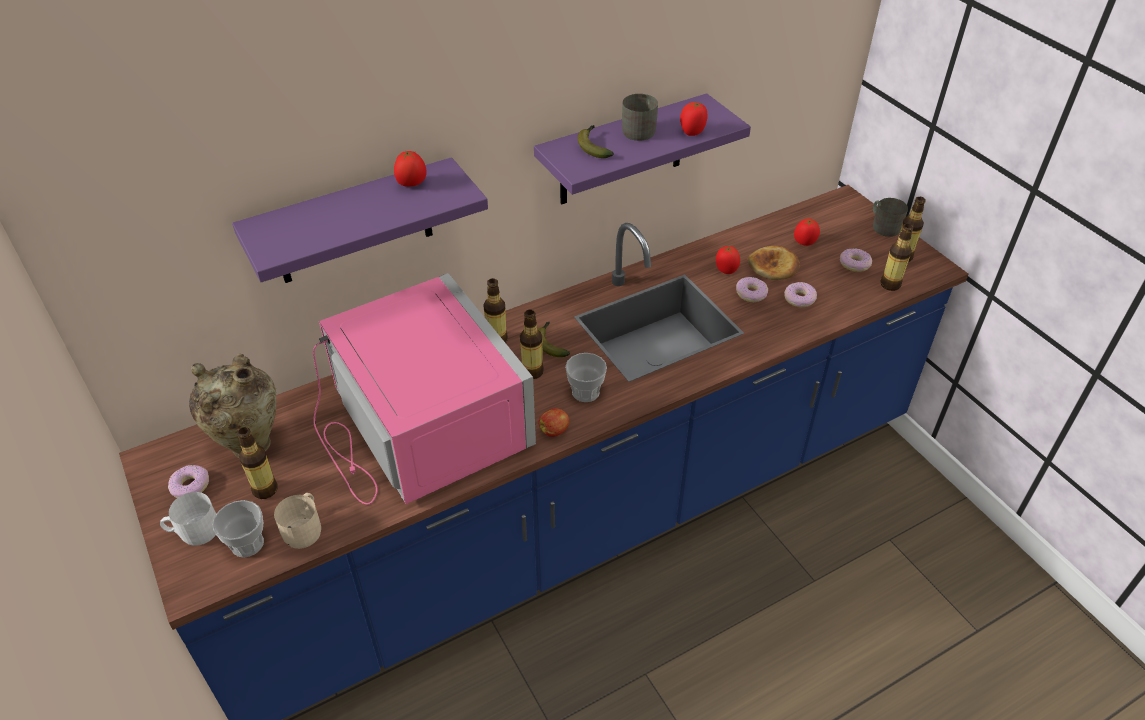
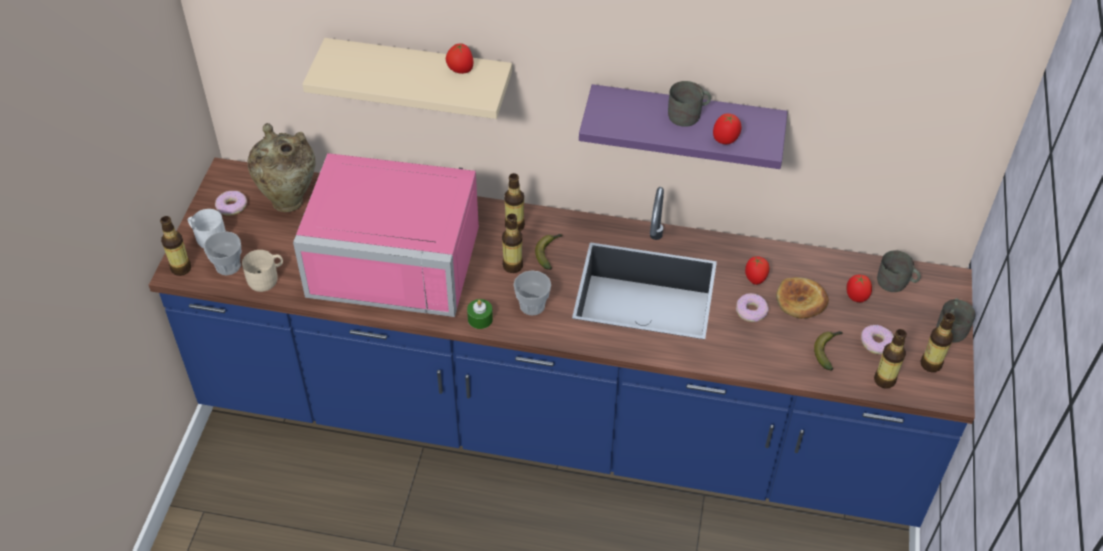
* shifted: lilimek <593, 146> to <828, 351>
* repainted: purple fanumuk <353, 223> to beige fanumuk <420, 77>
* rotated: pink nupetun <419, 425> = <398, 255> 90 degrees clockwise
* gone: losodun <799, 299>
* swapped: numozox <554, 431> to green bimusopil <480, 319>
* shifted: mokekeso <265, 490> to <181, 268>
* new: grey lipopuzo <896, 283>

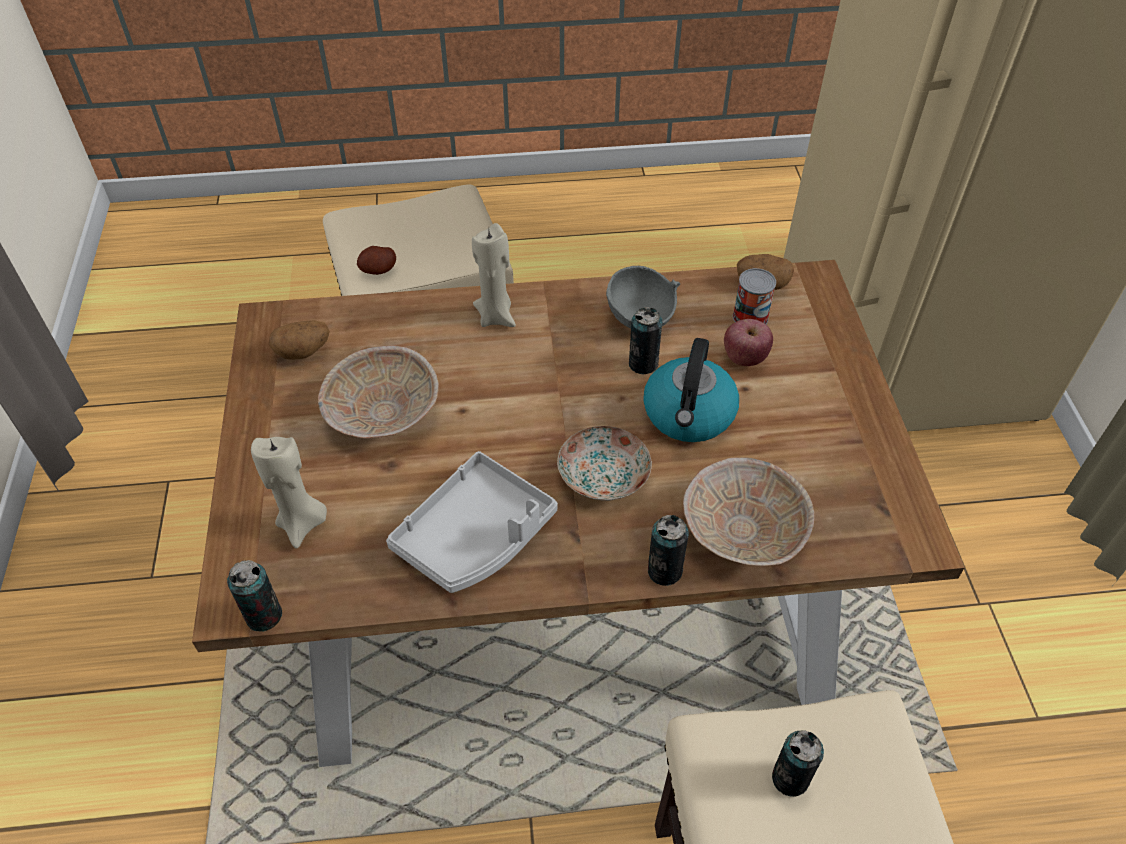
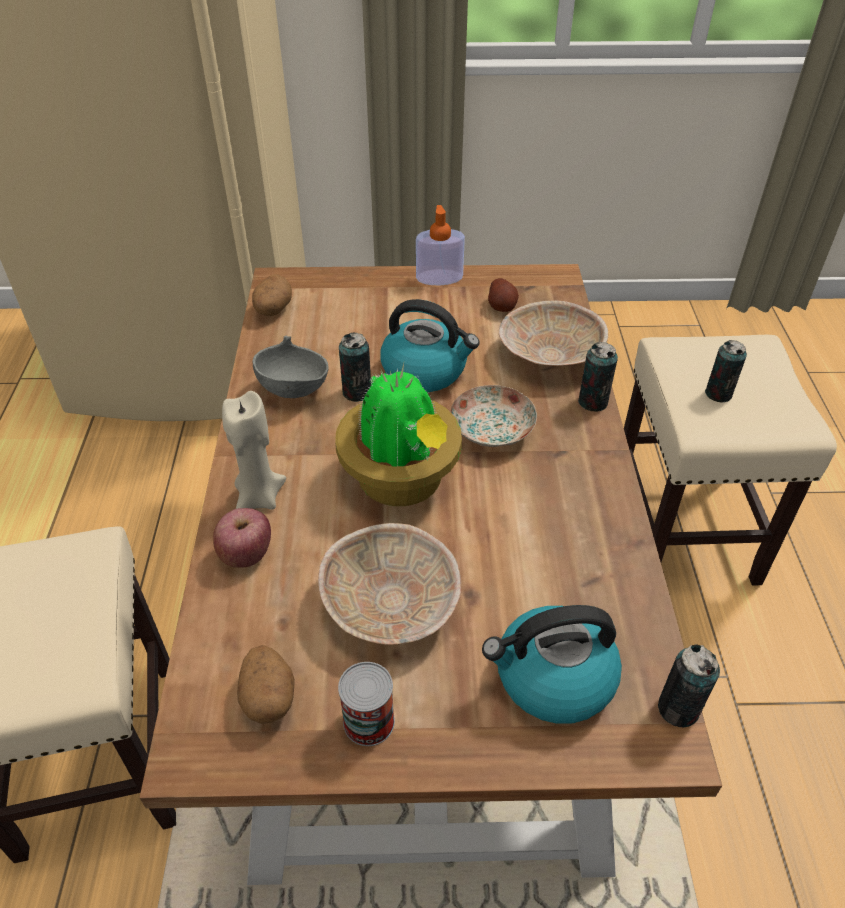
* shifted: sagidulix <378, 270> to <502, 306>
* shifted: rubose <750, 317> to <369, 721>
* shifted: numozox <744, 357> to <246, 554>
* swapped: beige bimusopil <302, 523> to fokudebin <552, 678>
* gone: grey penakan <476, 536>
* new: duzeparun <439, 277>
* new: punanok <402, 481>

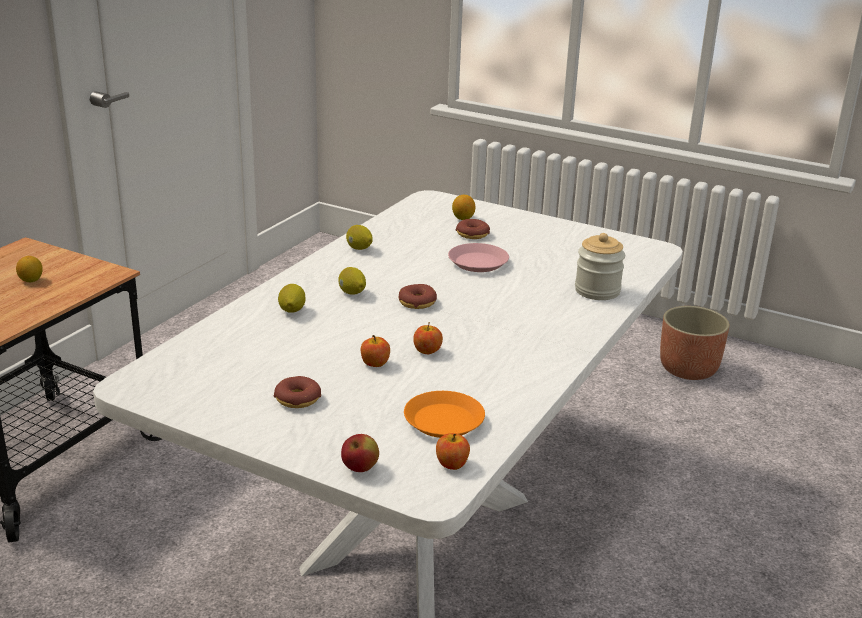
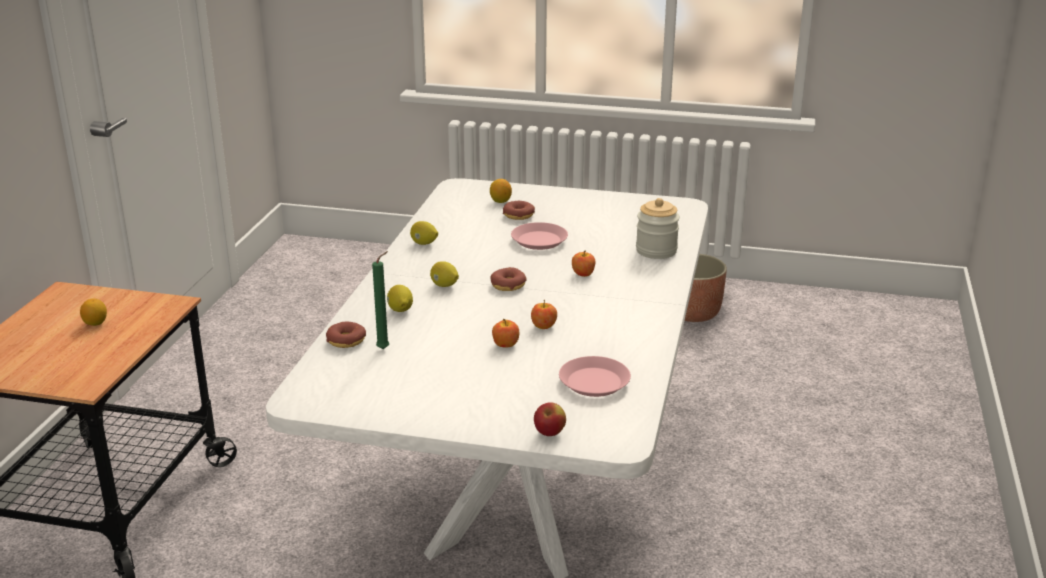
* shifted: losodun <297, 399> to <346, 341>
* repainted: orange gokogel <443, 421> to pink gokogel <594, 382>
* shifted: numozox <452, 464> to <583, 274>
* new: green bimusopil <385, 348>

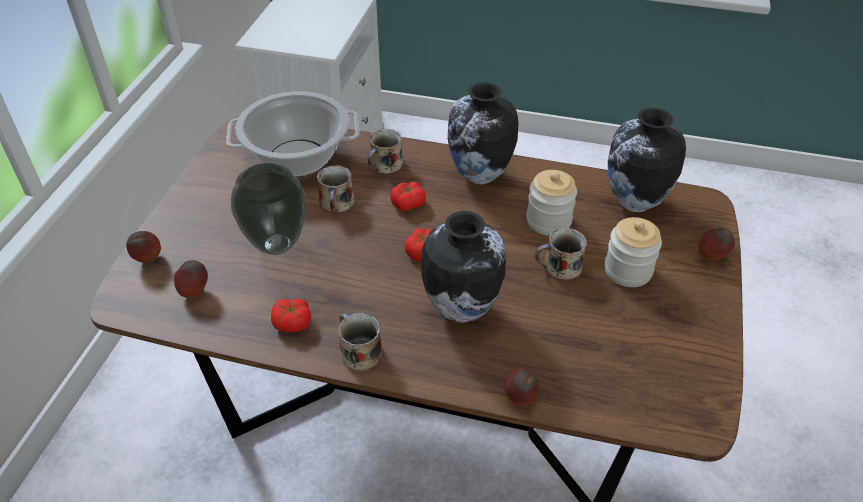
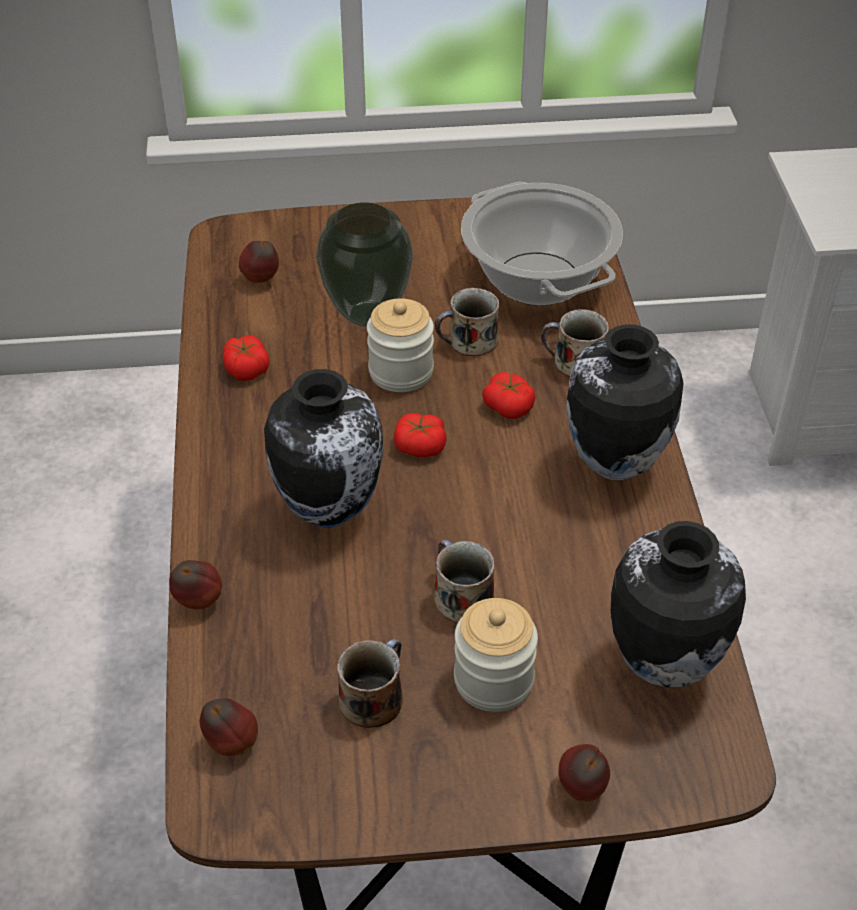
* shifted: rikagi <548, 221> to <401, 372>
* shifted: numozox <148, 259> to <231, 745>
* shifted: lipopuzo <359, 352> to <372, 698>

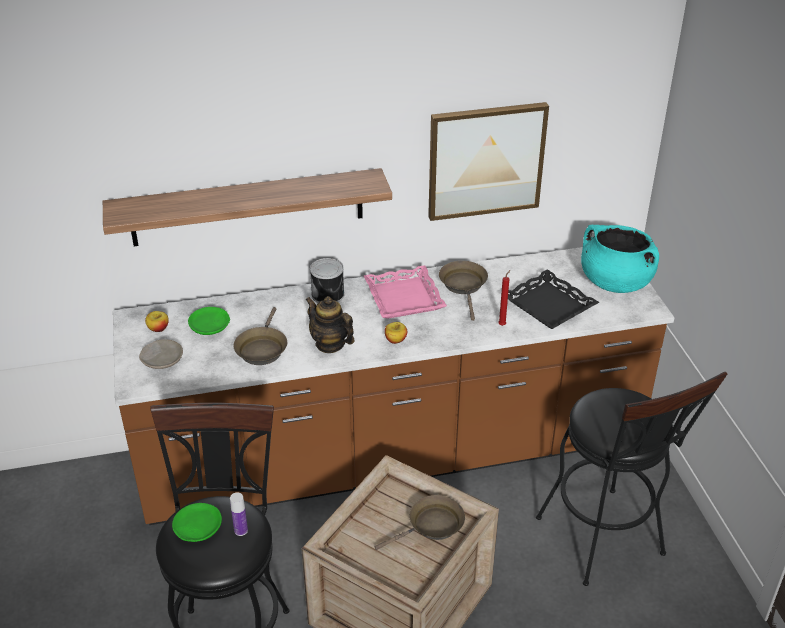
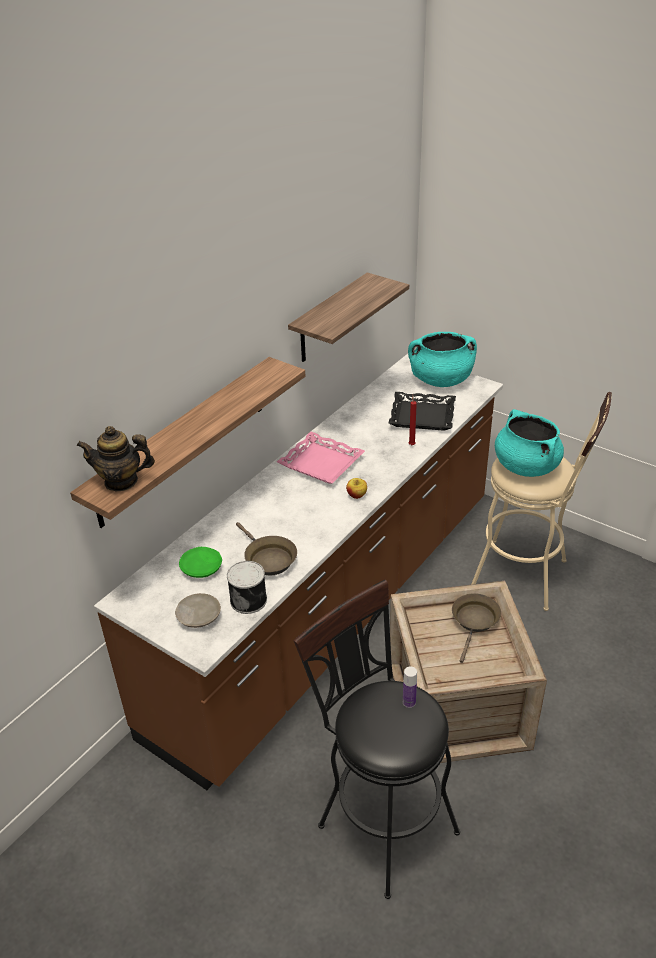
* swapped: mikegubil <485, 160> to fanumuk <329, 319>
* shifted: rubose <328, 294> to <249, 599>
* gone: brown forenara <464, 286>
* shifted: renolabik <330, 344> to <121, 481>
* gone: numozox <158, 329>
* repainted: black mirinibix <606, 543> to beige mirinibix <528, 576>
* gone: green gokogel <197, 528>
* new: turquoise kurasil <525, 466>

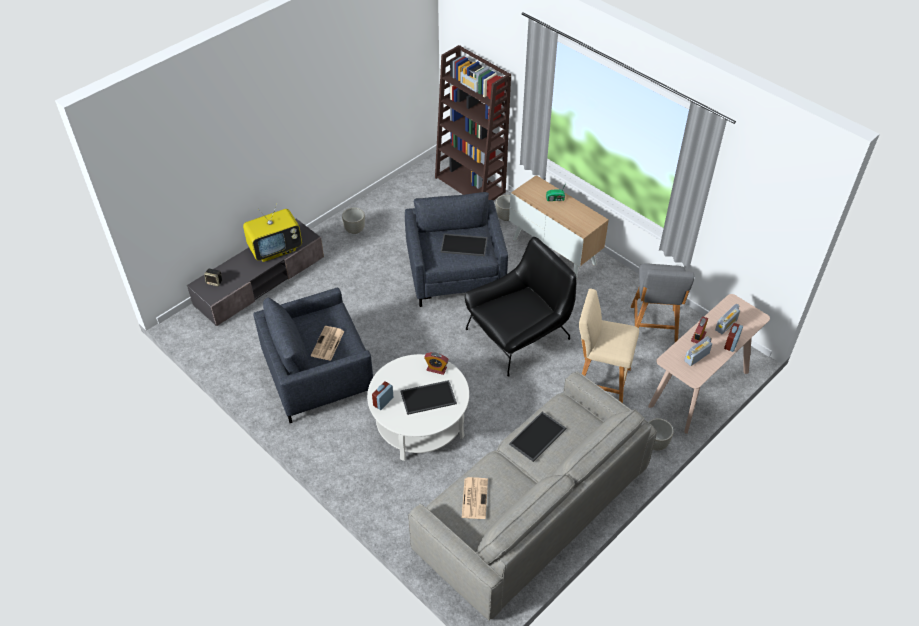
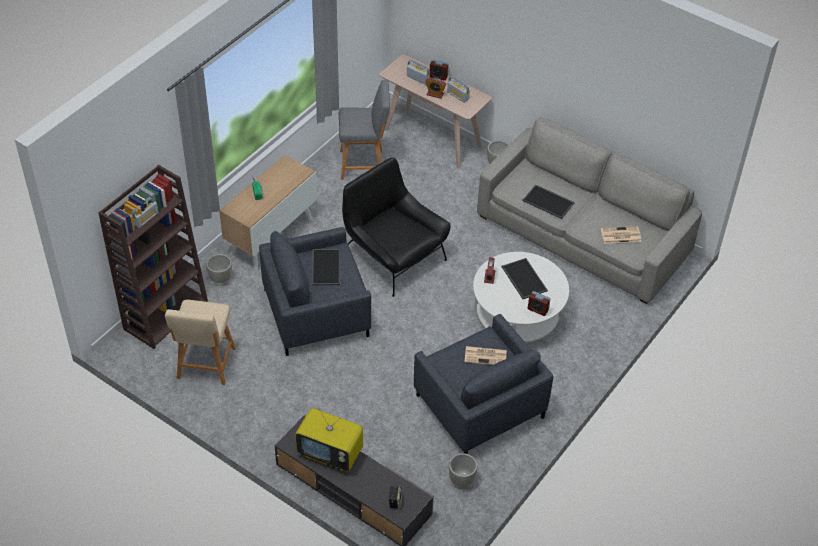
* rotated: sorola <276, 249> = <331, 453> 150 degrees clockwise
* shifted: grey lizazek <355, 230> to <461, 479>
* shifted: beige mirinibix <599, 380> to <205, 366>

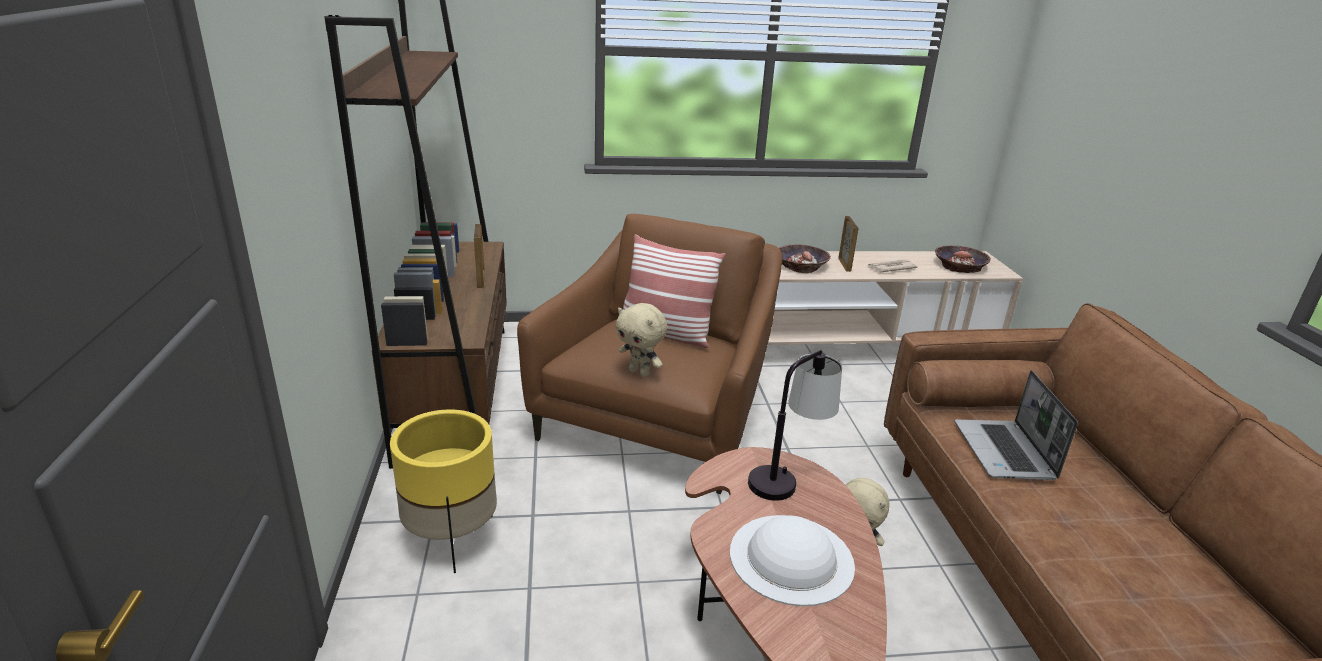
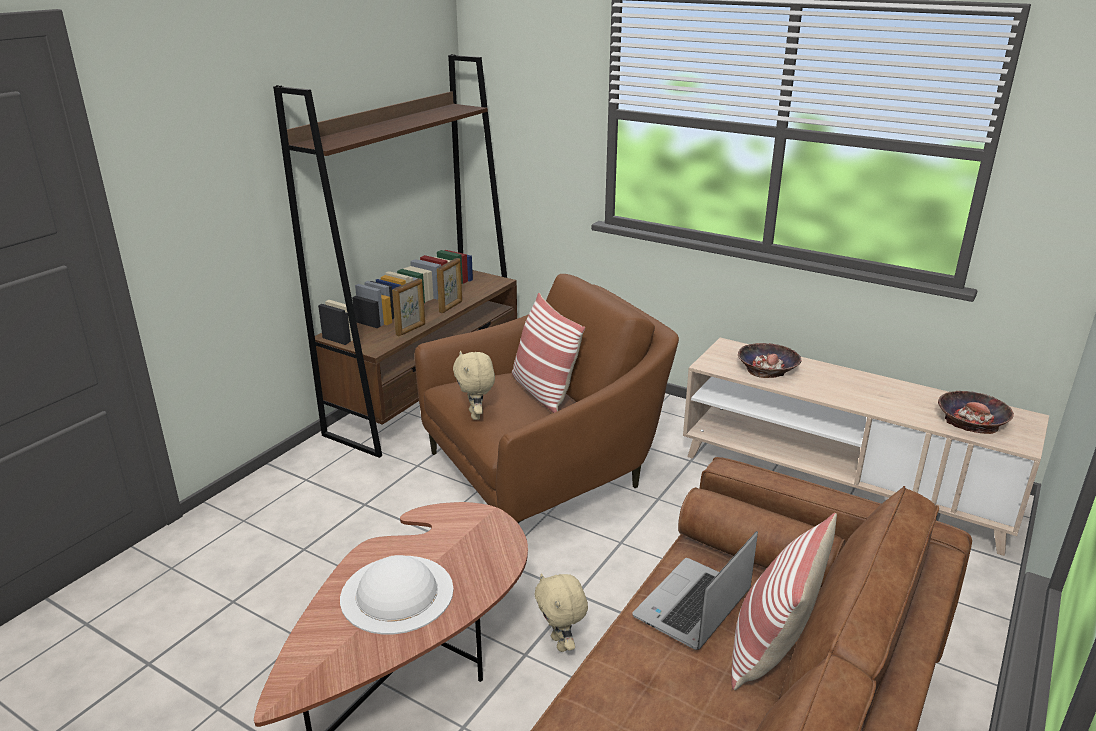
* shifted: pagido <844, 265> to <411, 330>
* gone: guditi <890, 268>
* gone: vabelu <786, 476>
* gone: yellow lizazek <452, 538>
* new: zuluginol <771, 648>

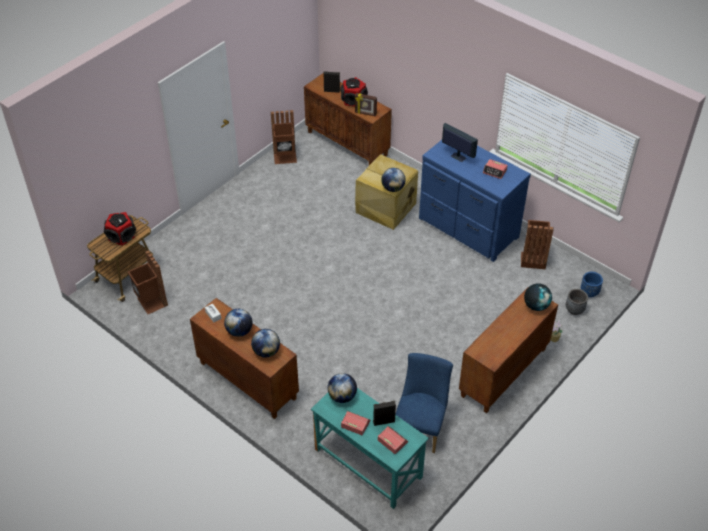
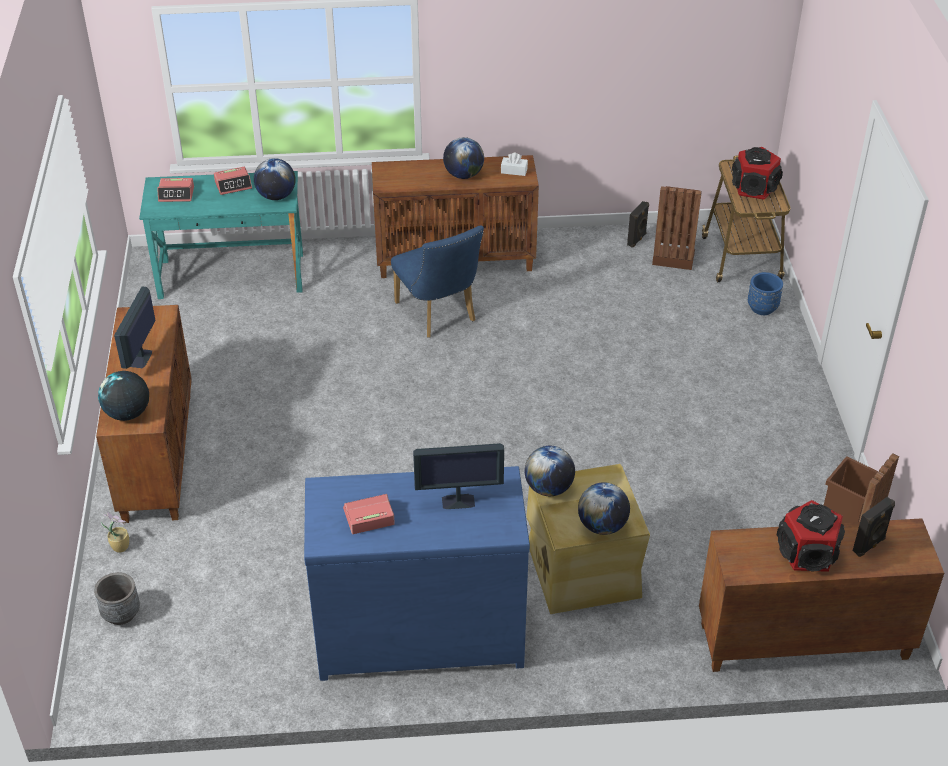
* gone: pagido <365, 113>
* gone: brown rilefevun <533, 259>
* shifted: blue lizazek <589, 292> to <762, 308>
* shifted: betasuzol <266, 351> to <602, 526>
* shifted: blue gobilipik <421, 426> to <438, 315>
* shifted: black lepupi <383, 421> to <637, 240>
* new: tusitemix <141, 359>

